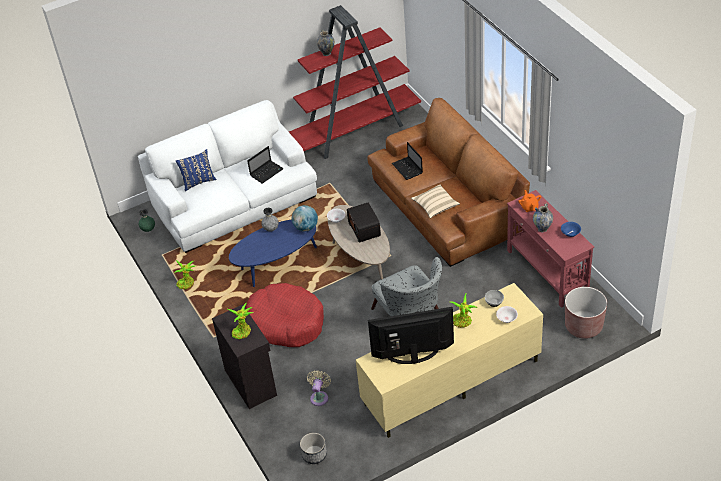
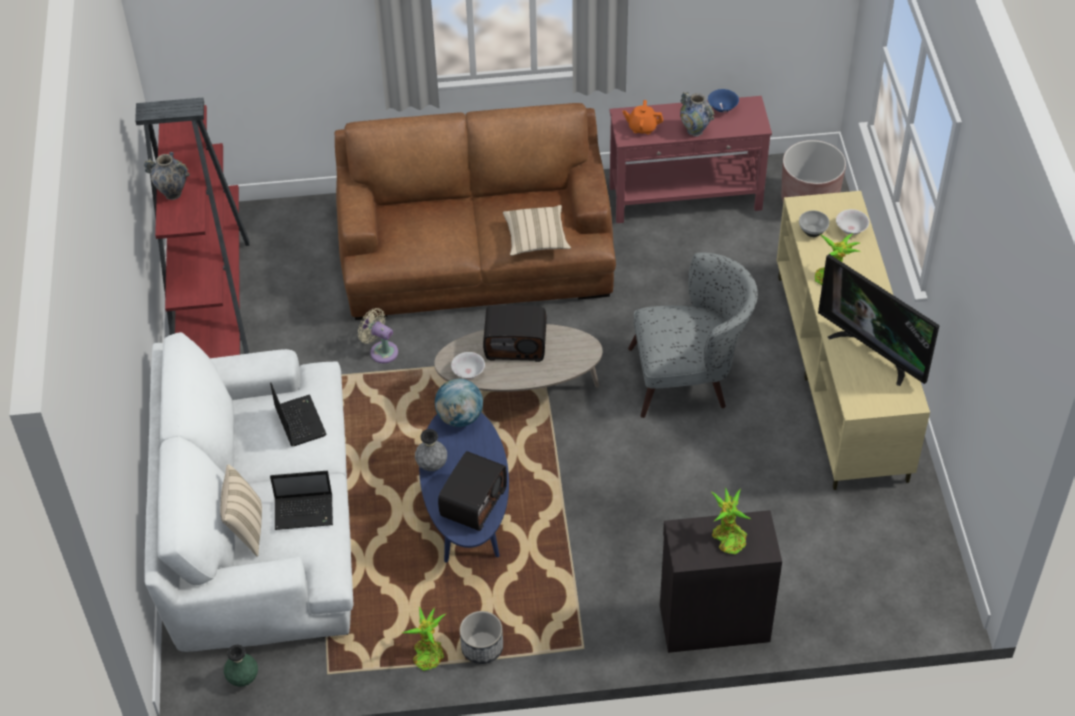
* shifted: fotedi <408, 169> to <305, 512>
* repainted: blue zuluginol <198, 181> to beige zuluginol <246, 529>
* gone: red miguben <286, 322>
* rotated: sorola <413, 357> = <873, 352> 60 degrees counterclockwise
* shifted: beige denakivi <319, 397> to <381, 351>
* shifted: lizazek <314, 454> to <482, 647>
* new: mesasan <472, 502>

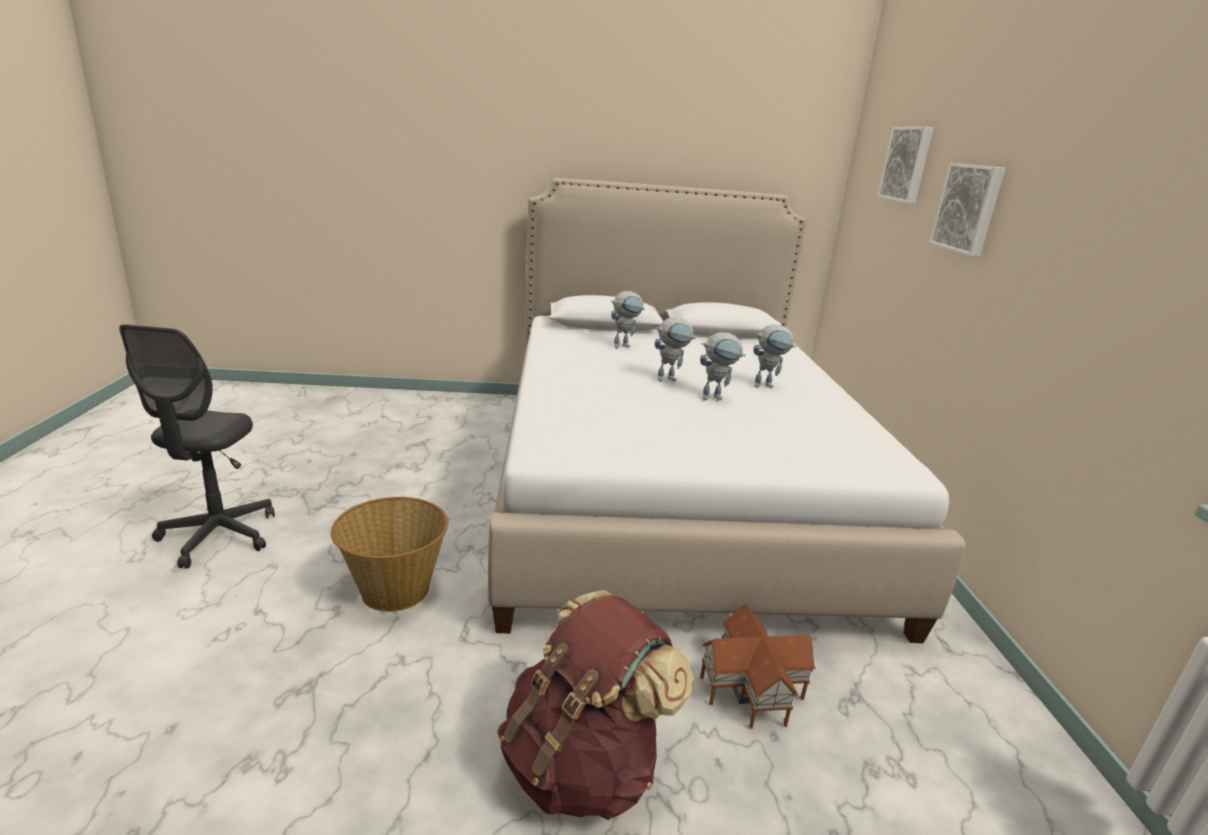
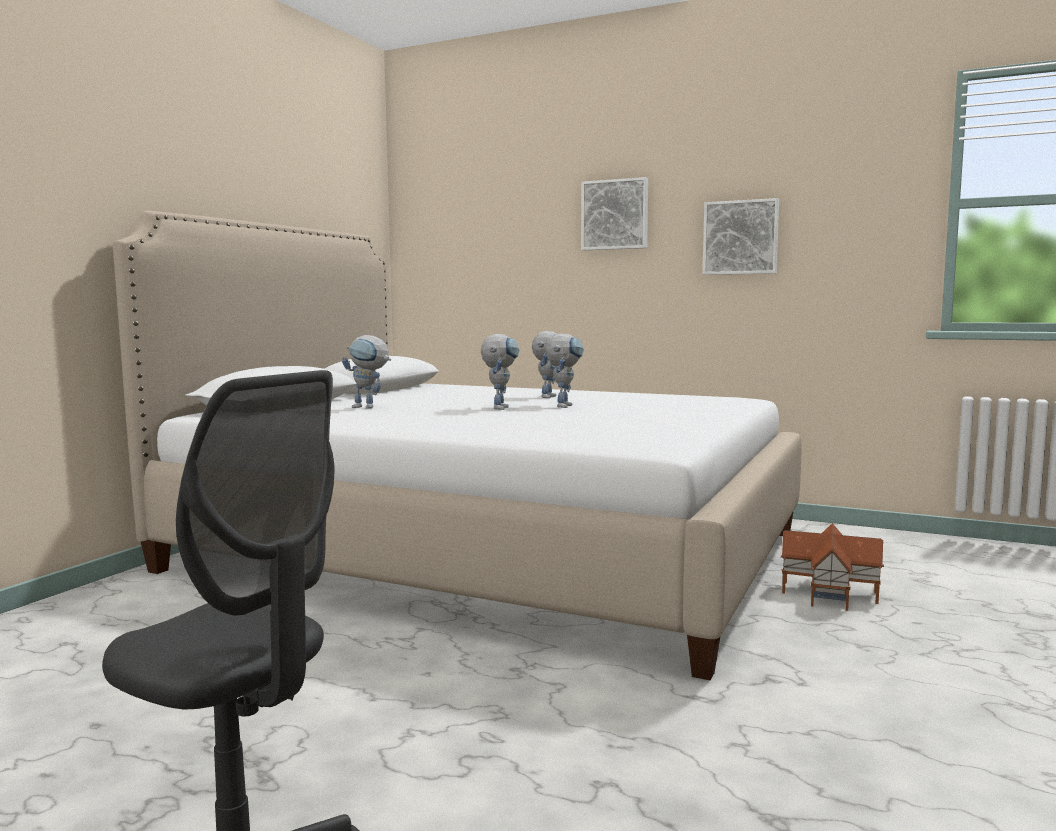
* shifted: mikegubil <907, 164> to <741, 237>
* rotated: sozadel <624, 346> = <369, 407> 105 degrees clockwise
* gone: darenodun <394, 589>
* gone: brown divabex <583, 765>

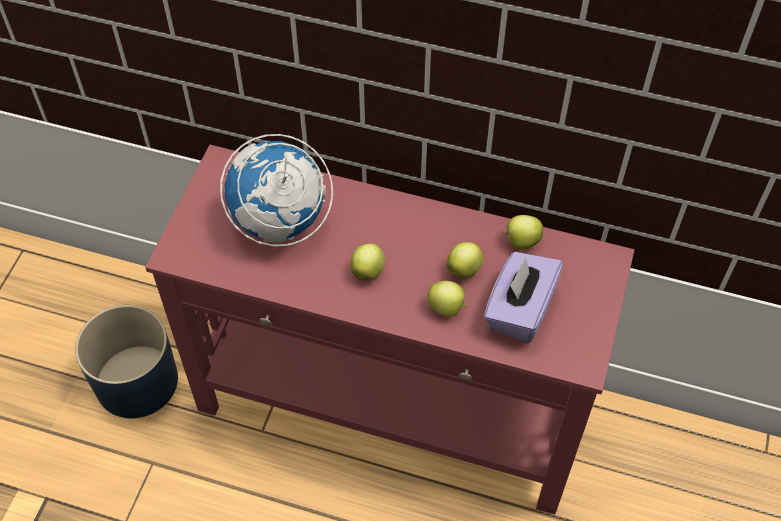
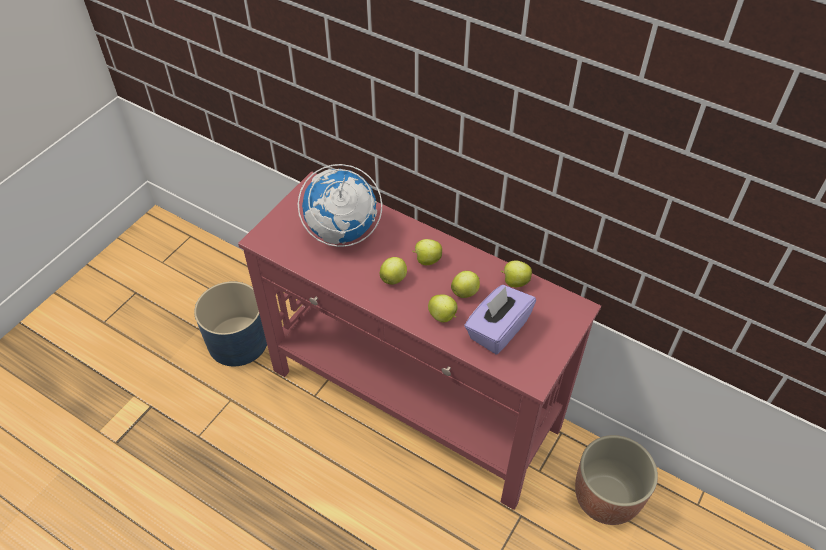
* new: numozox <427, 260>
* new: lizazek <606, 497>

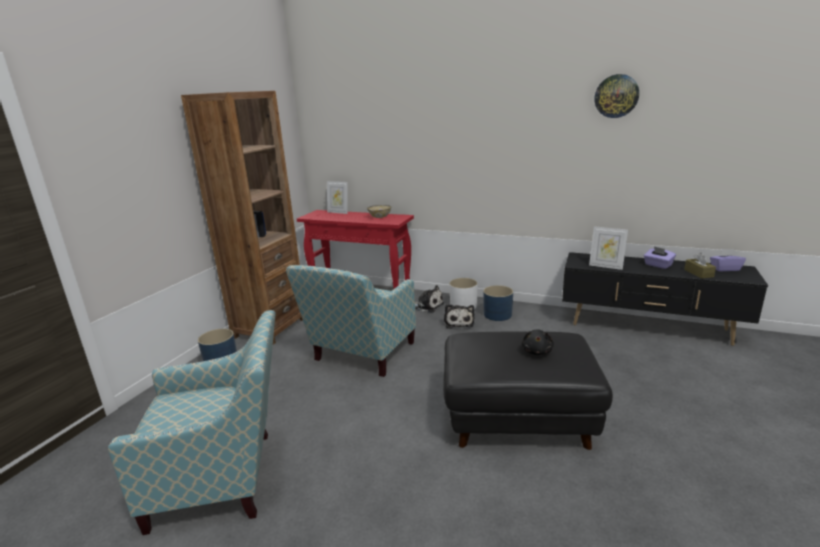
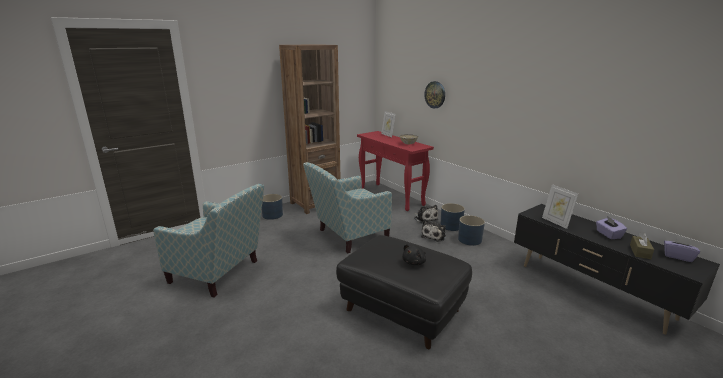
* shifted: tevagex <616, 96> to <435, 94>
* repainted: white lizazek <463, 305> to blue lizazek <451, 226>

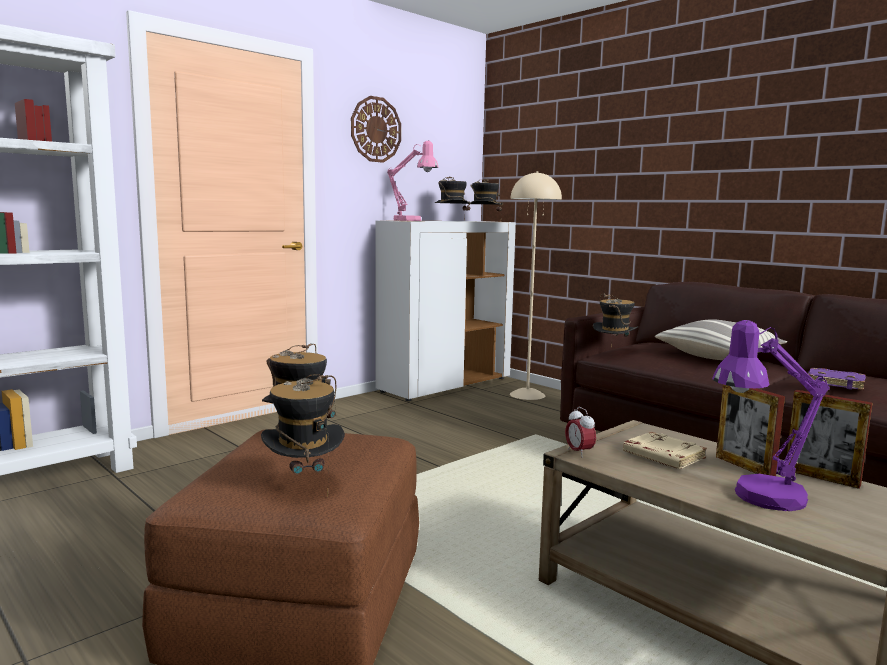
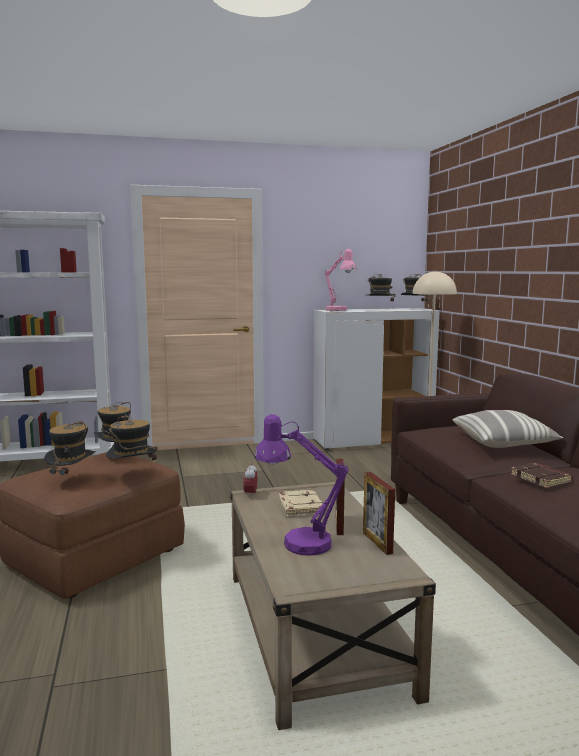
* gone: tevagex <375, 129>
* shifted: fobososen <613, 352> to <132, 475>
* repainted: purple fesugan <836, 383> to brown fesugan <541, 479>

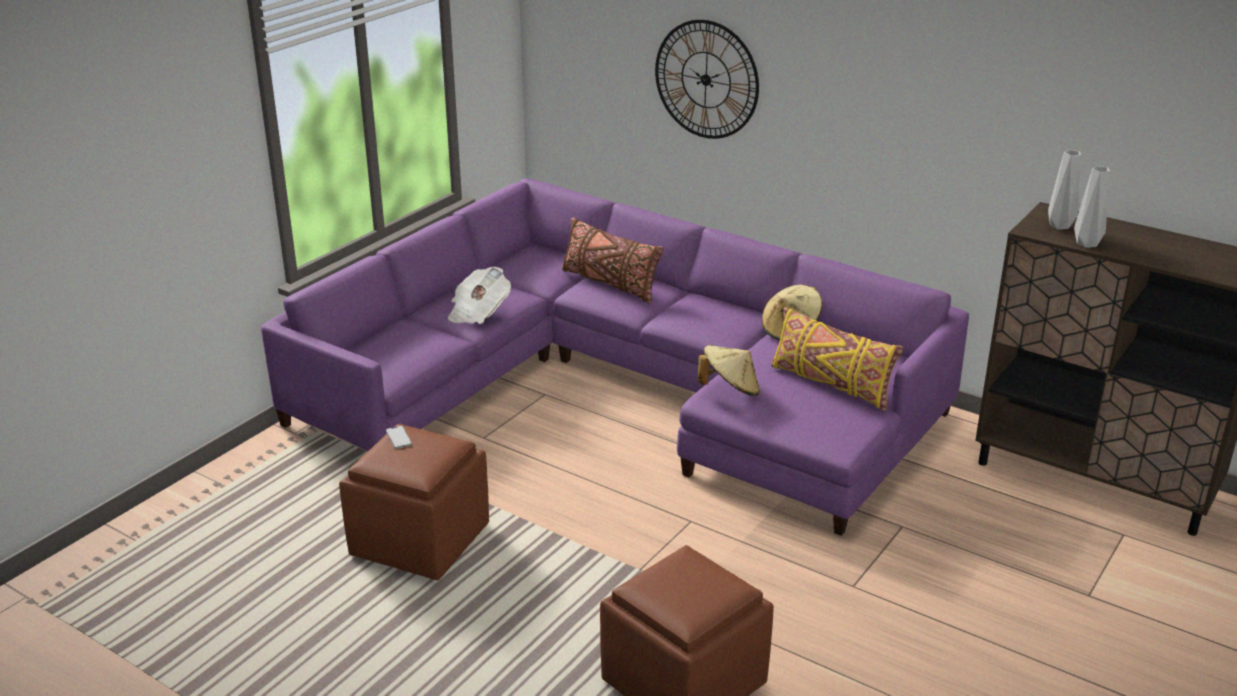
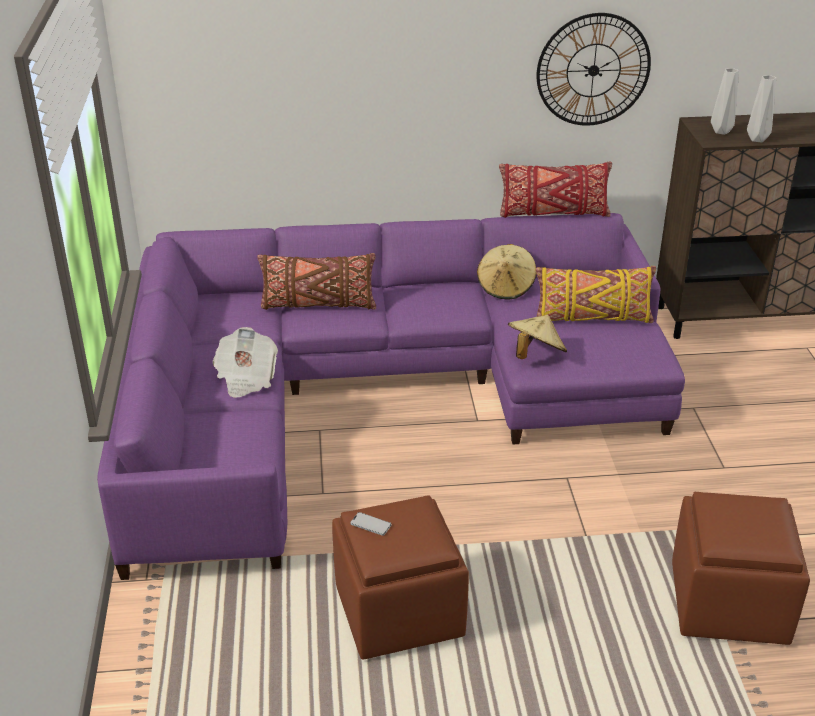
* shifted: tevagex <706, 79> to <593, 70>
* new: red zuluginol <553, 213>

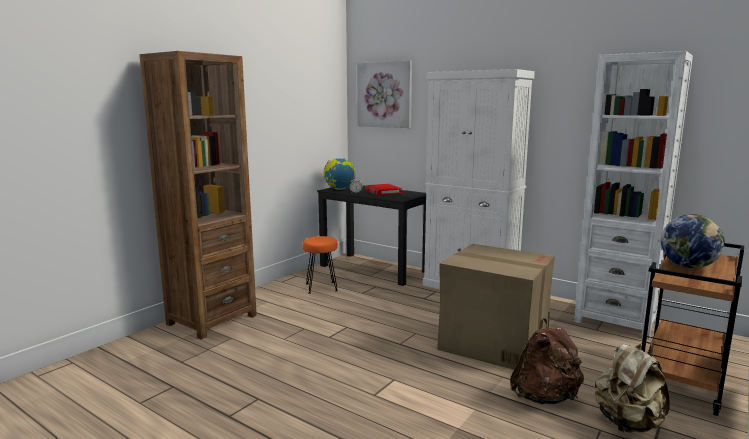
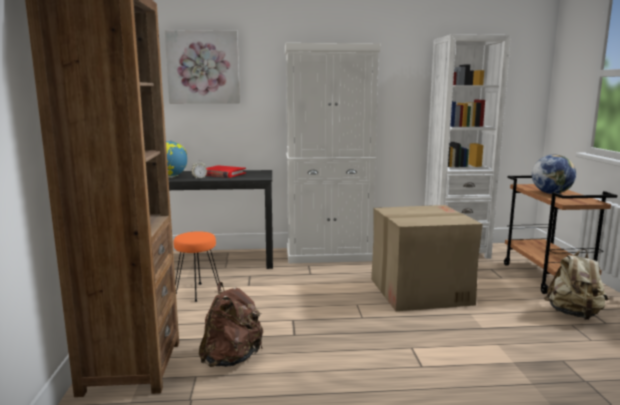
* shifted: brown divabex <545, 397> to <231, 359>

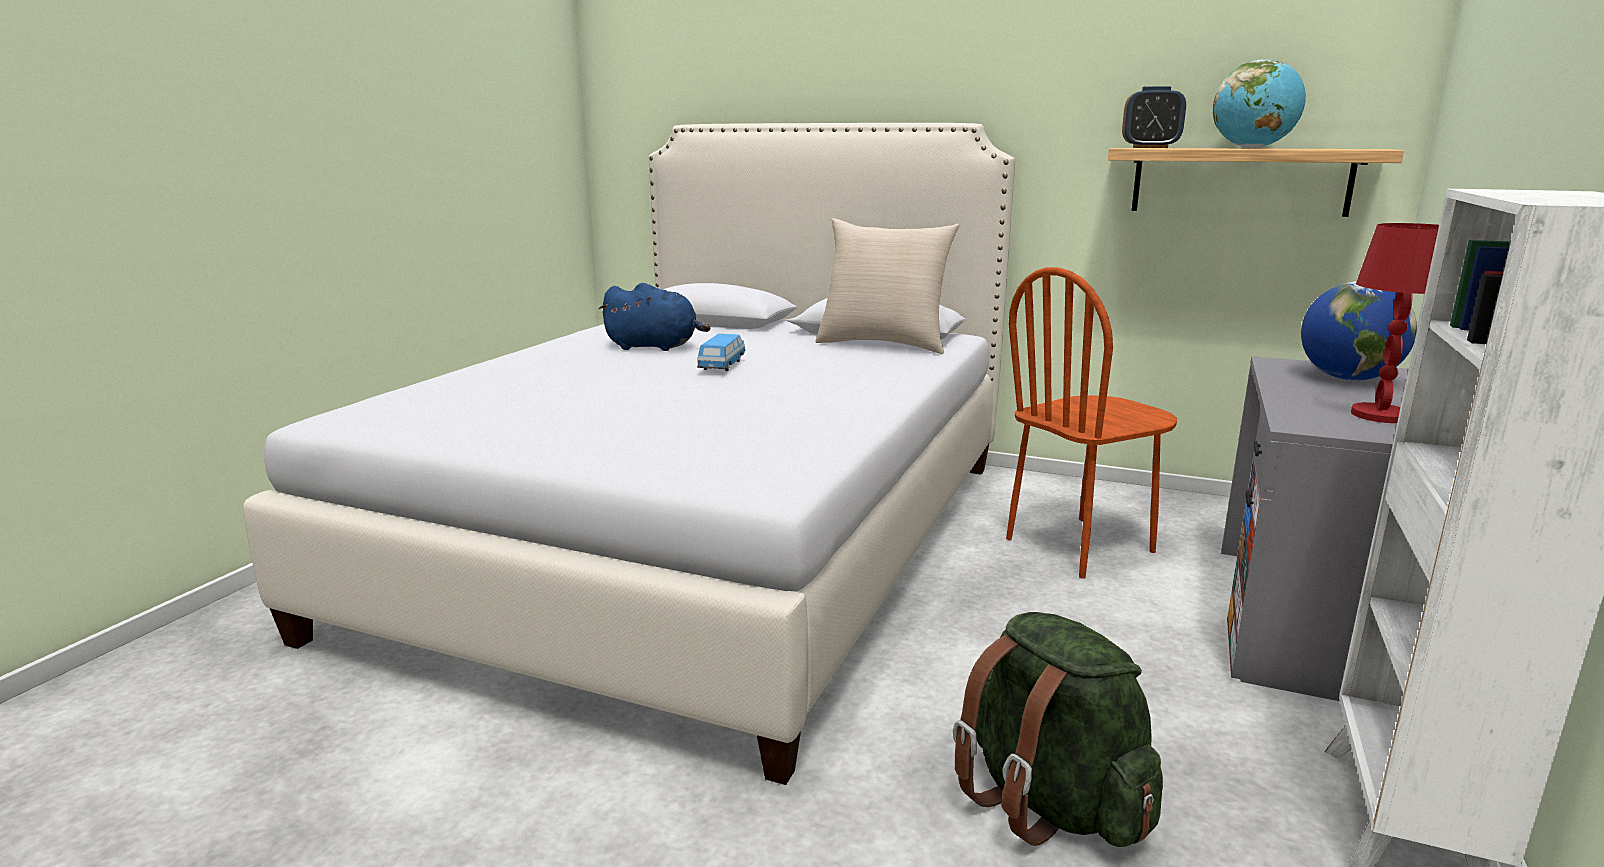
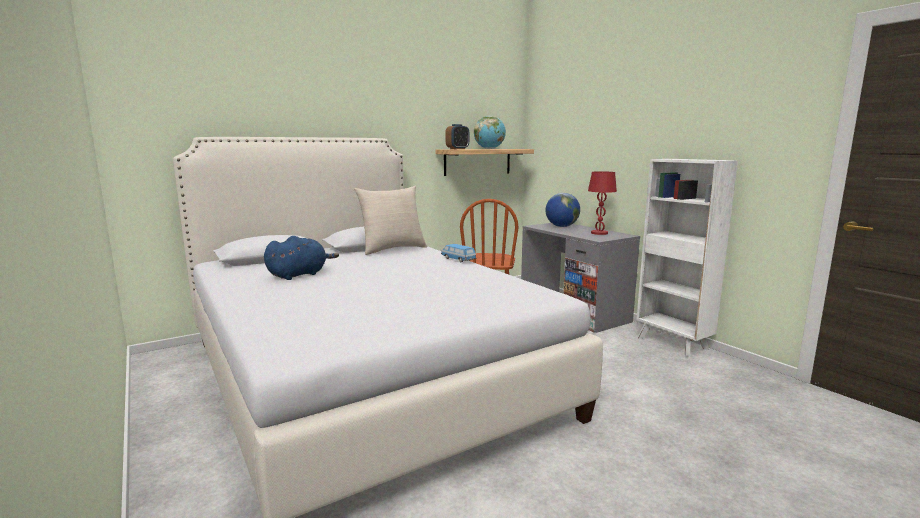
* shifted: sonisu <722, 365> to <458, 259>
* gone: green divabex <1050, 802>

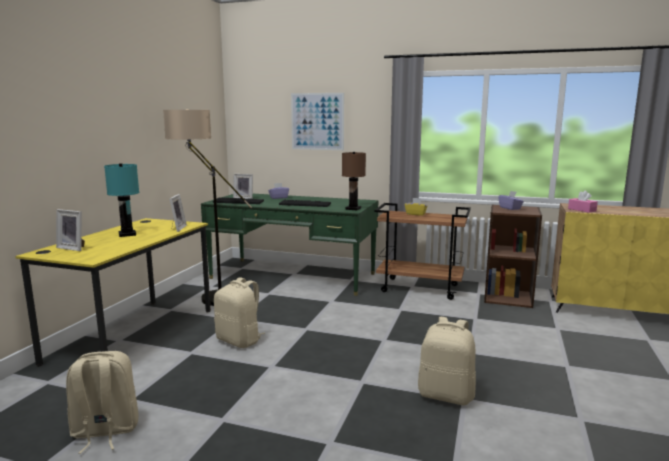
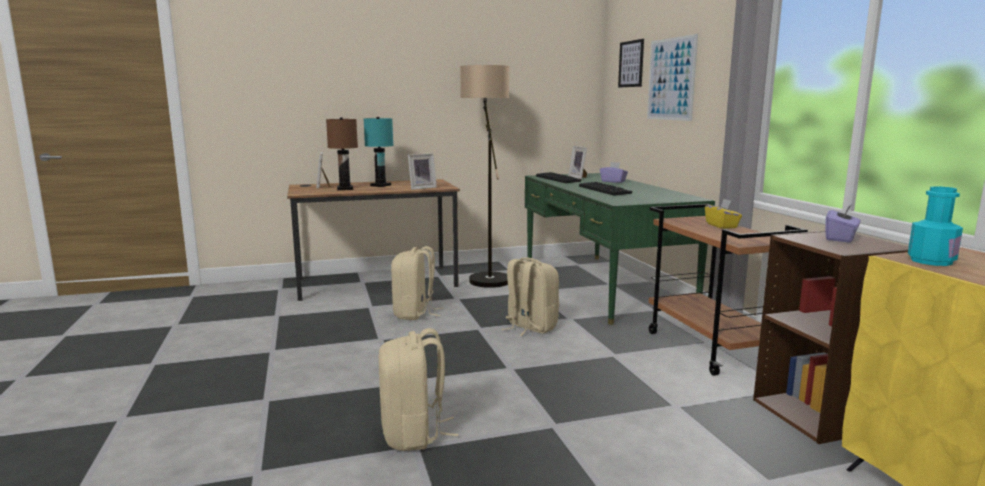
* shifted: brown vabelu <353, 208> to <345, 189>
* swapped: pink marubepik <582, 210> to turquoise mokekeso <931, 261>
* repainted: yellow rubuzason <134, 335> to brown rubuzason <376, 282>
* shifted: beige divabex <104, 431> to <530, 327>
* new: mikegubil <631, 64>

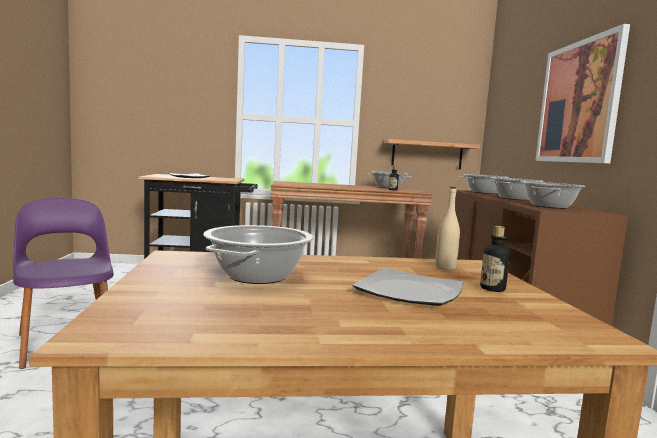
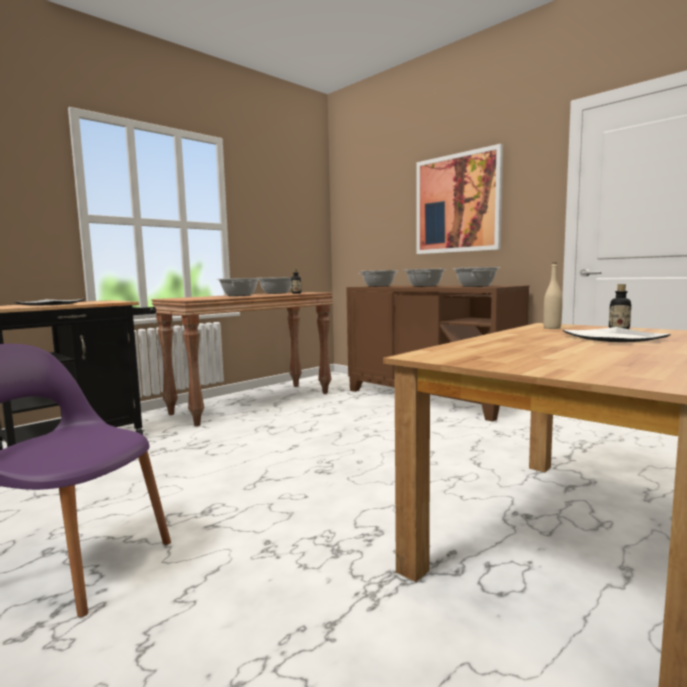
* gone: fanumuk <427, 155>
* shifted: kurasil <257, 276> to <239, 295>

